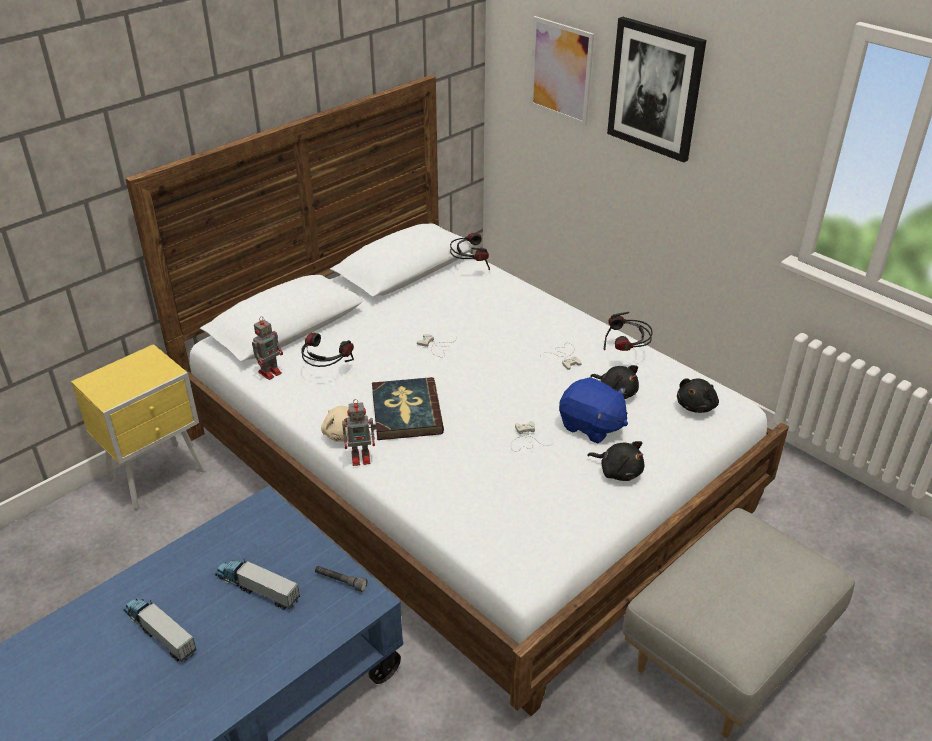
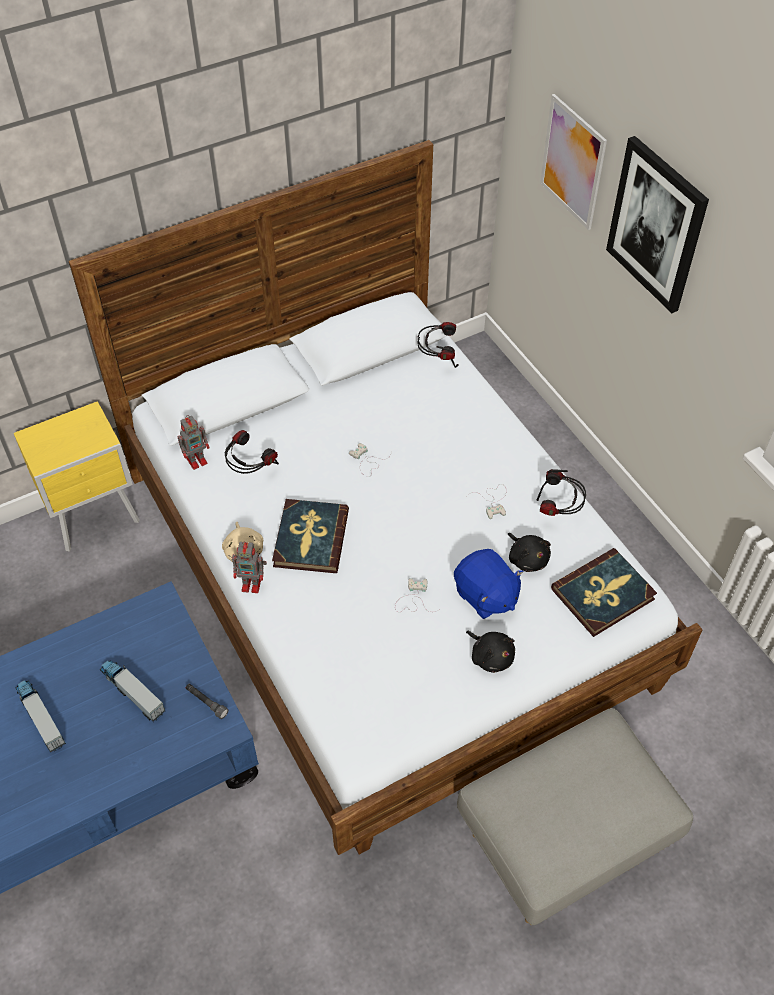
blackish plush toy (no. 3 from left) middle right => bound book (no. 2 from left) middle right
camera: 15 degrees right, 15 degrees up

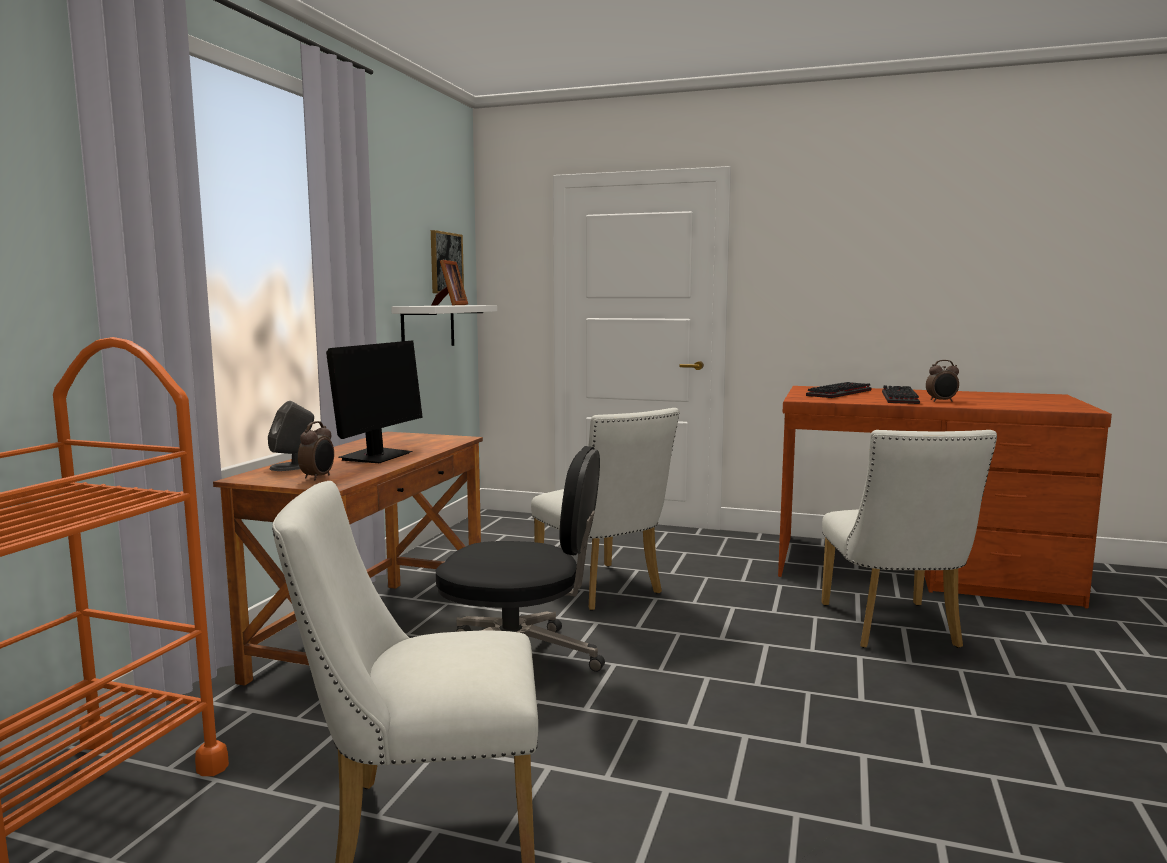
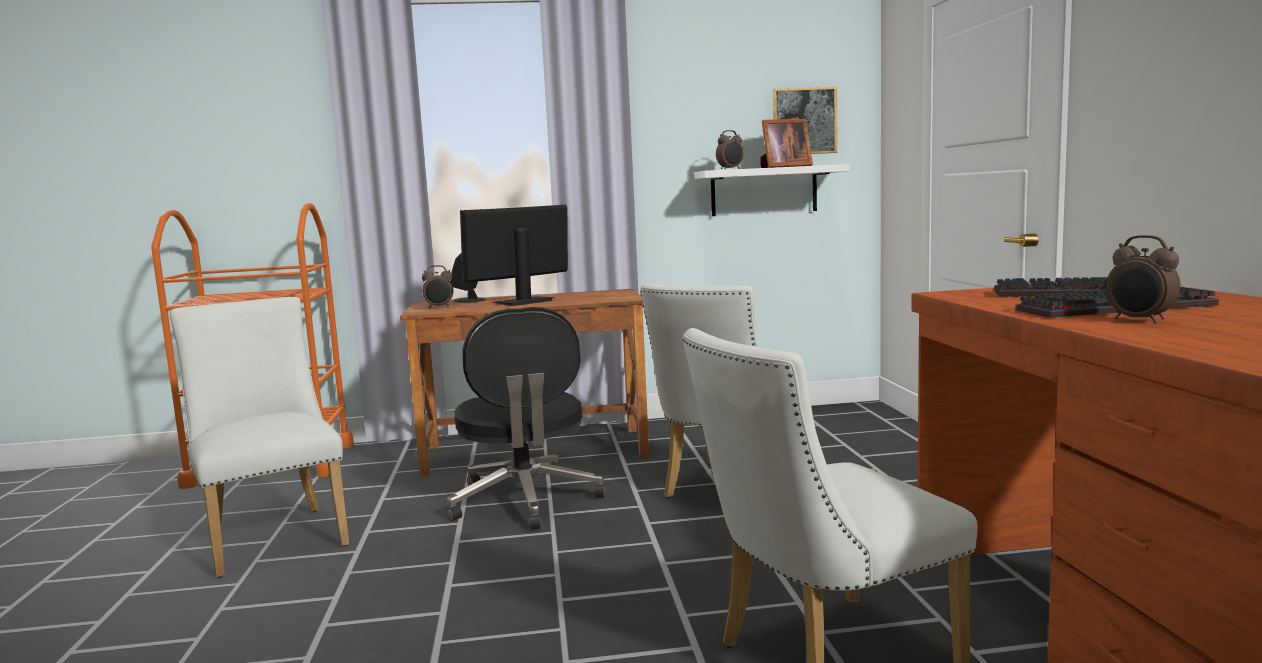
nothing => alarm clock (no. 2 from left) top centre
computer display middle left => computer display centre, 150 degrees clockwise
camera: 65 degrees right, 0 degrees up

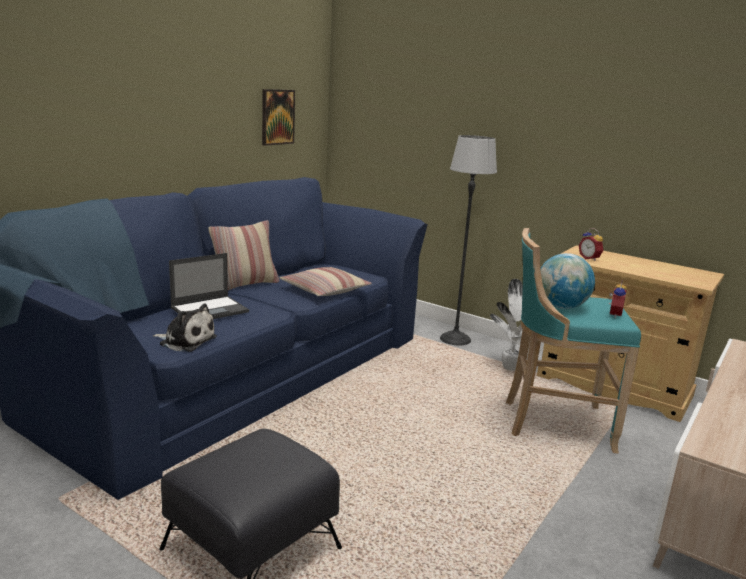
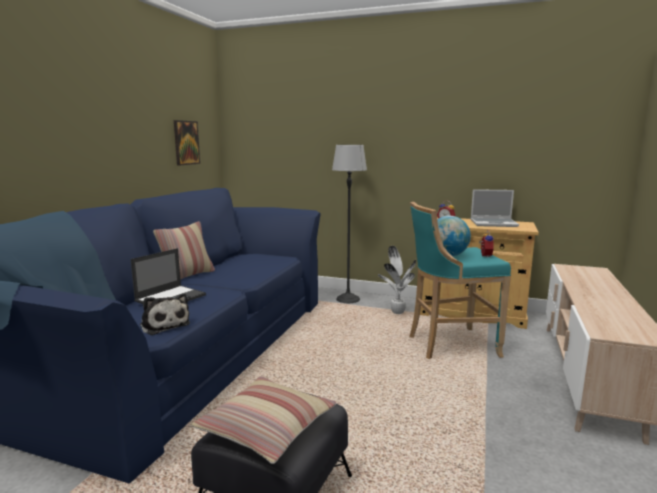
nothing => notebook computer (no. 2 from left) middle right
cushion (no. 2 from left) centre => cushion (no. 2 from left) bottom centre, shifted
plush toy middle left, 45 degrees clockwise
camera: 15 degrees left, 5 degrees down

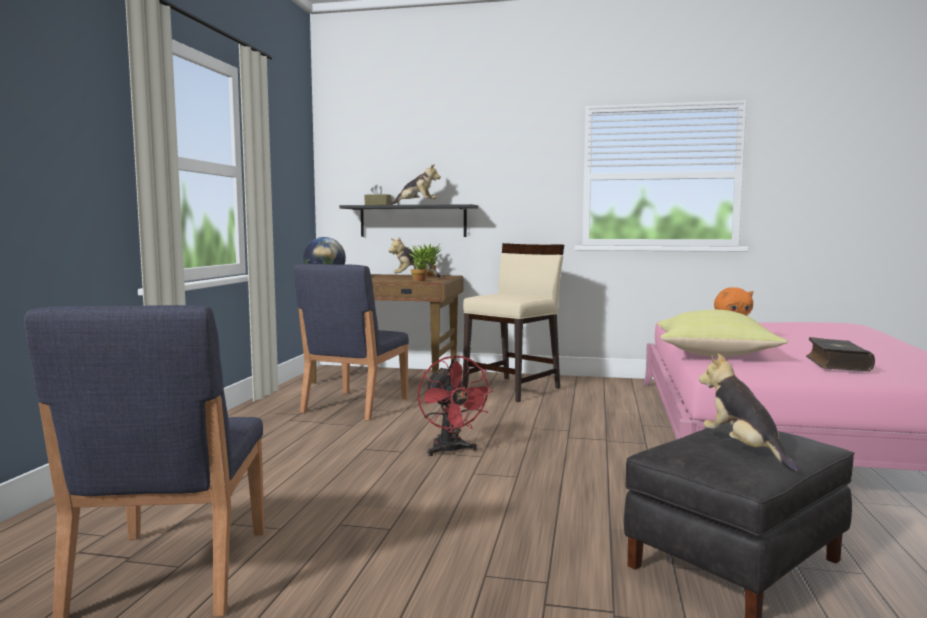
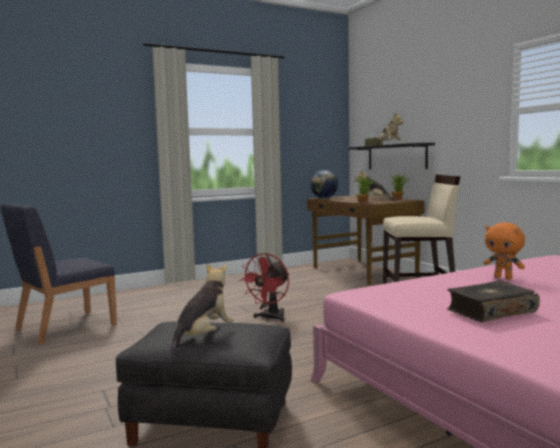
blue-coloured plain chair (no. 2 from left) centre => nothing
yellowish cushion middle right => nothing
camera: 50 degrees right, 0 degrees up

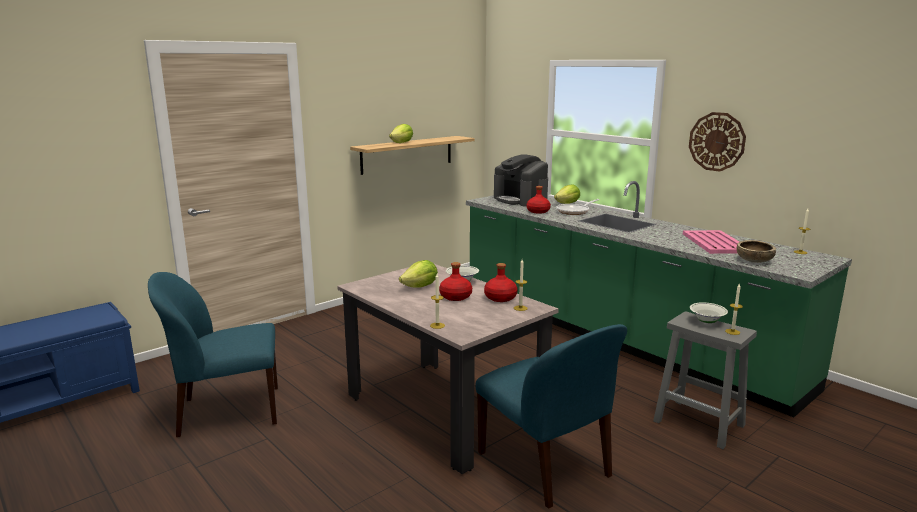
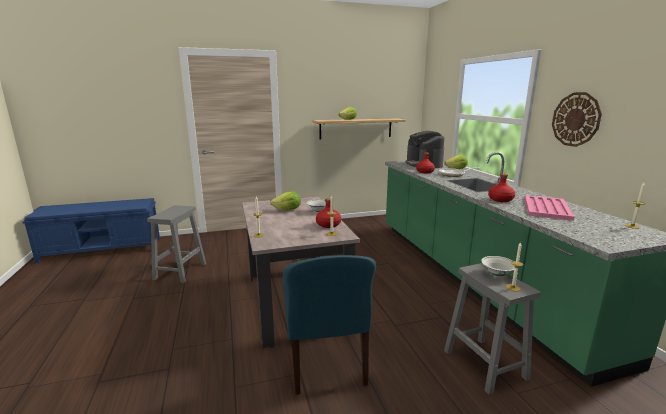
brown-coloured serving bowl middle right => nothing
red-coloured beverage bottle (no. 1 from left in the first image) centre => red-coloured beverage bottle (no. 3 from left) middle right, shifted
blue-coloured plain chair (no. 1 from left) bottom left => grey stool (no. 1 from left) middle left
camera: 25 degrees right, 0 degrees up

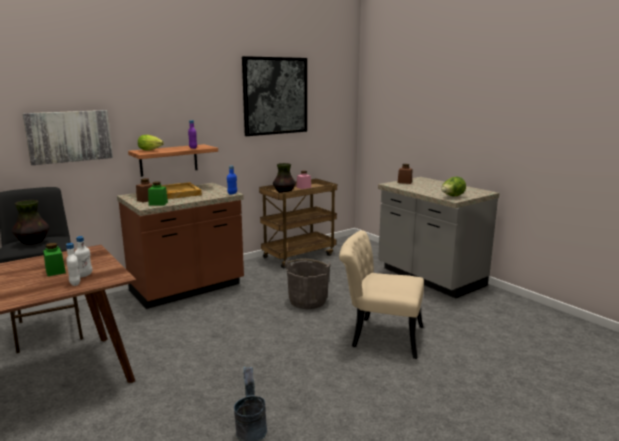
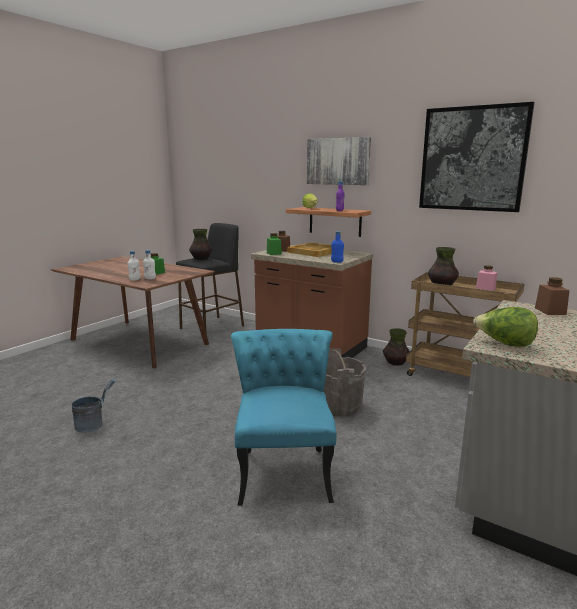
nothing => flower vase (no. 2 from left) middle right
picture (no. 1 from left) top left => picture (no. 1 from left) top centre, shifted
beige plain chair bottom centre => blue-green plain chair bottom centre
camera: 70 degrees right, 0 degrees up

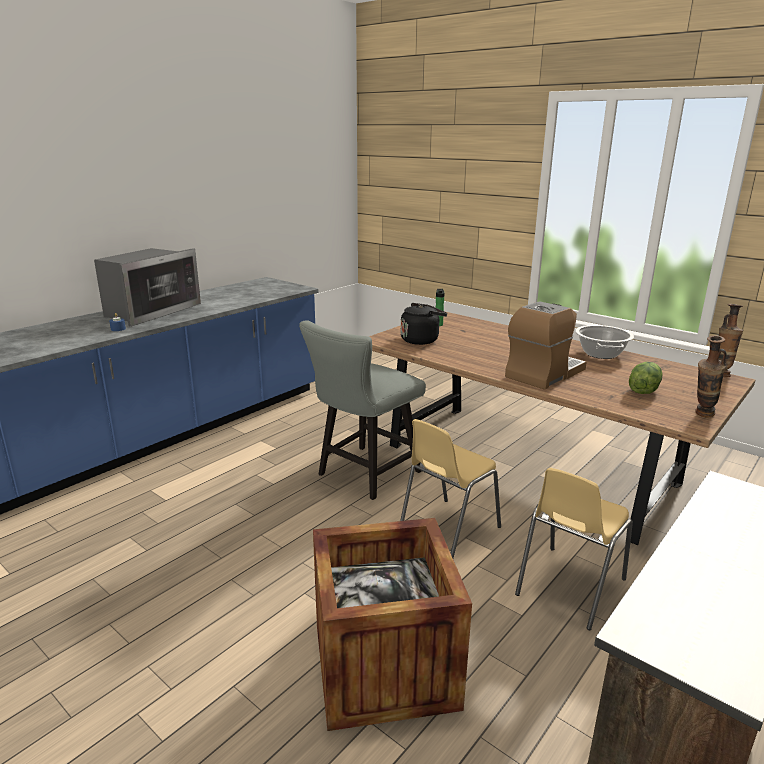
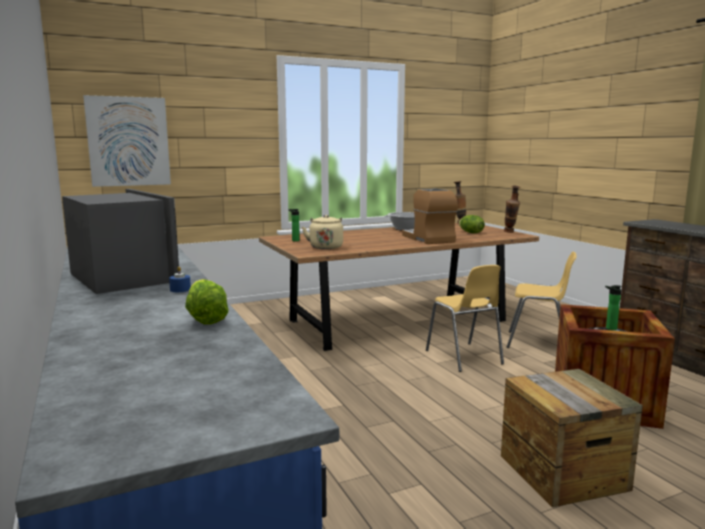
grey plain chair centre => nothing
nothing => picture top left
nothing => lettuce head (no. 1 from left) middle left
nothing => shipping crate (no. 1 from left) bottom right
nothing => beverage bottle (no. 2 from left) middle right
blackish tea kettle centre => beige tea kettle centre
yellowish plain chair (no. 2 from left) bottom right => yellowish plain chair (no. 2 from left) middle right, 45 degrees counterclockwise
camera: 65 degrees left, 10 degrees down

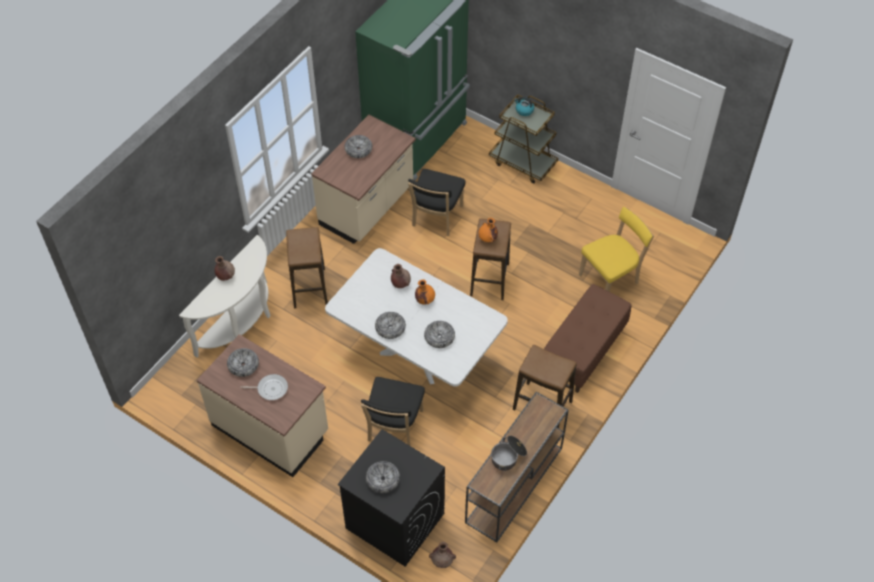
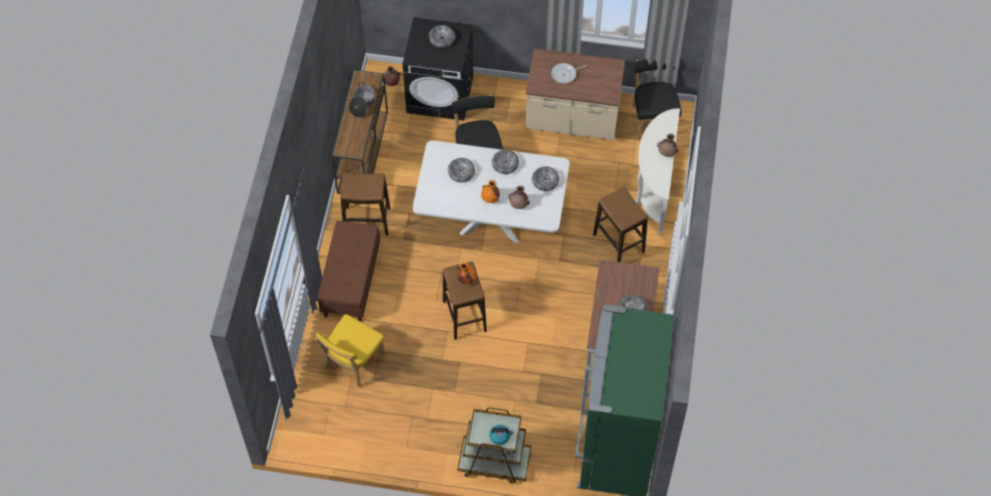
serving bowl (no. 1 from left in the first image) middle left => serving bowl (no. 4 from left) centre, shifted
blackish plain chair (no. 2 from left) centre => blackish plain chair (no. 2 from left) top centre, shifted
camera: 155 degrees right, 5 degrees up

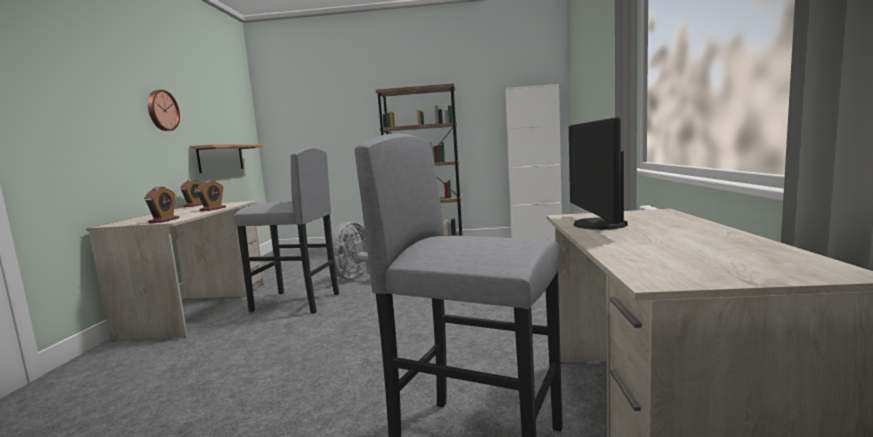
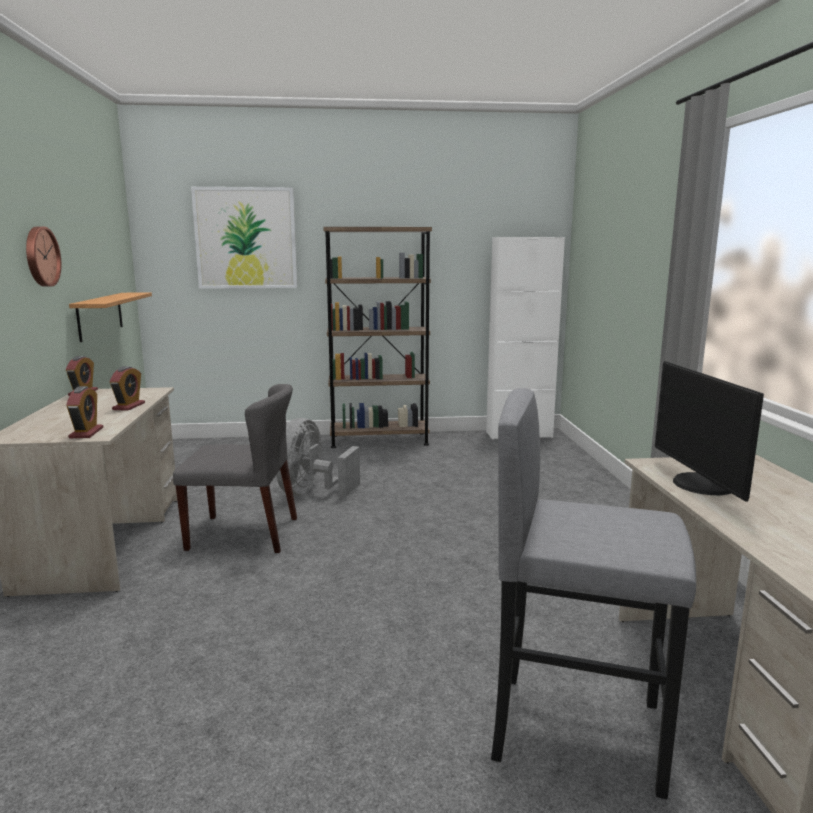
nothing => picture top left
grey stool (no. 1 from left) middle left => grey plain chair middle left
camera: 10 degrees left, 5 degrees up

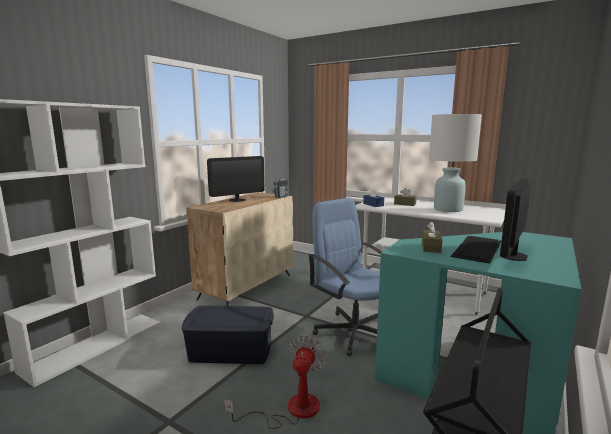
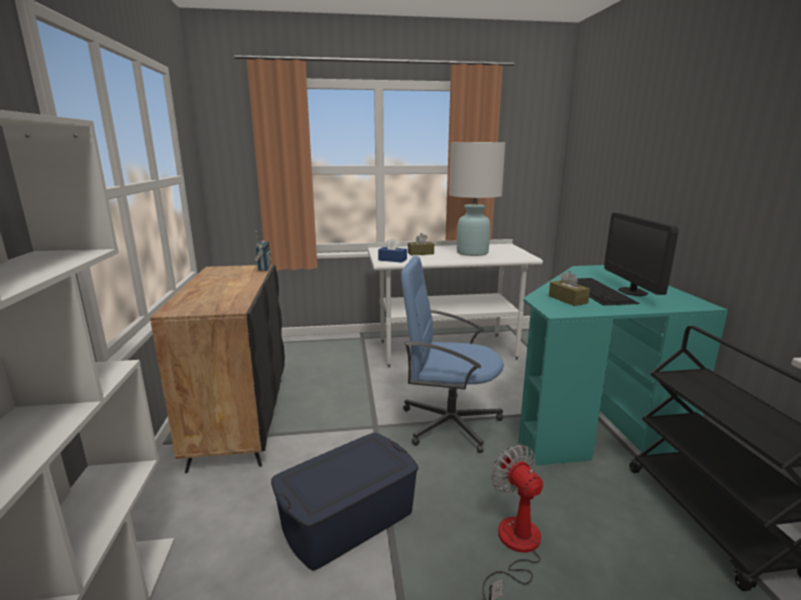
computer display (no. 1 from left) centre => nothing
beige cupboard centre => blackish cupboard middle left
camera: 40 degrees left, 5 degrees up

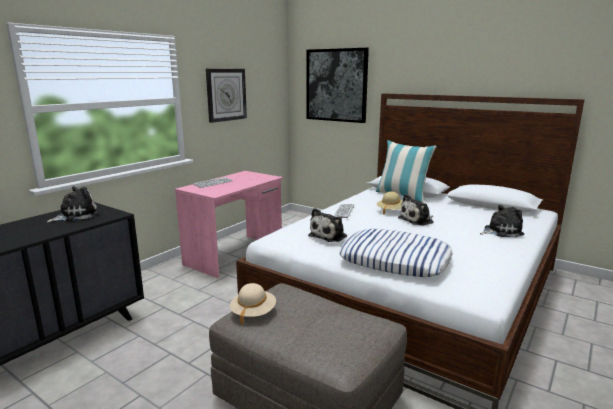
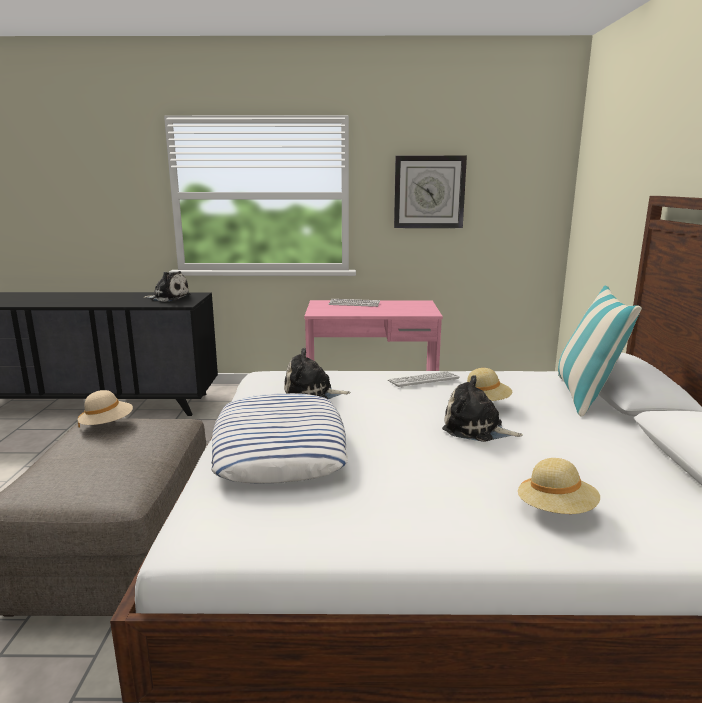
picture top centre => nothing
plush toy (no. 4 from left) middle right => beige wearable hat (no. 3 from left) bottom right
camera: 55 degrees right, 0 degrees up

